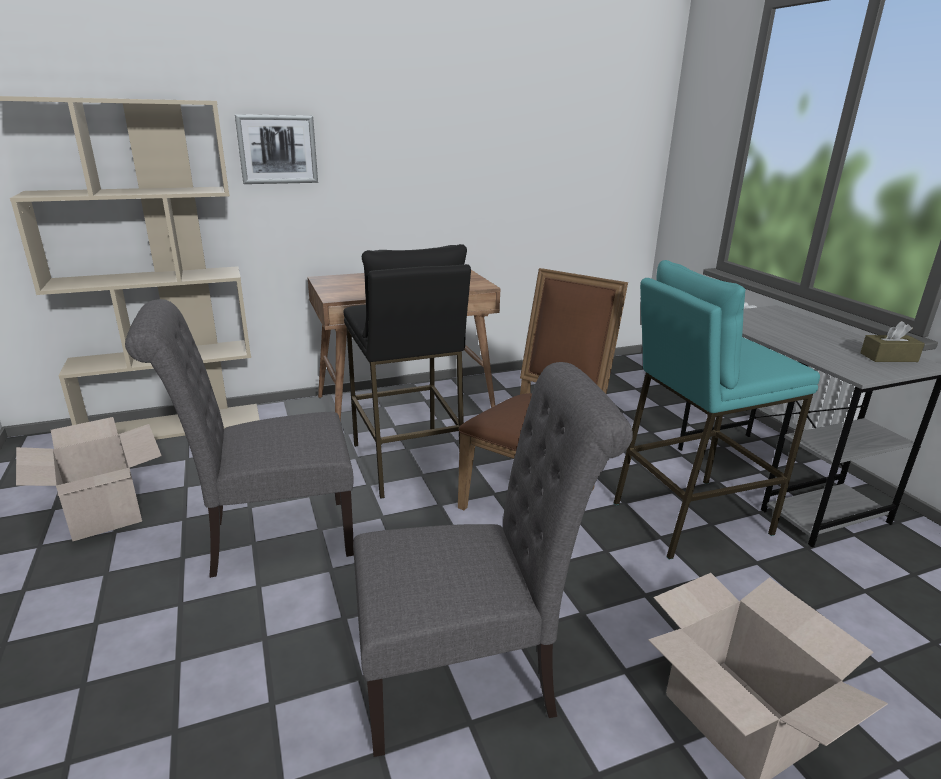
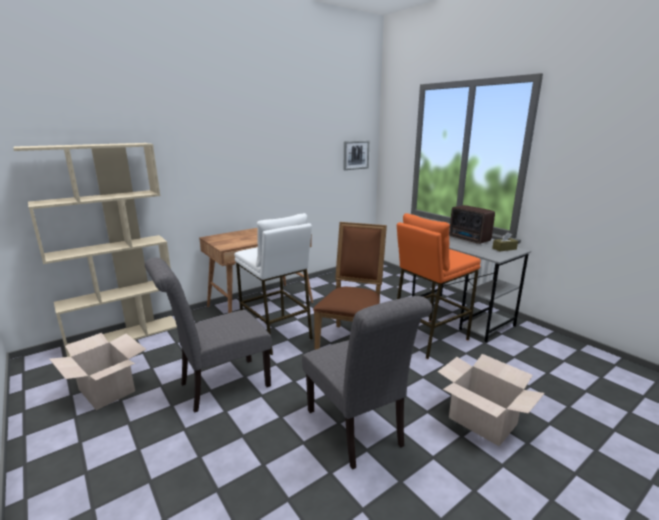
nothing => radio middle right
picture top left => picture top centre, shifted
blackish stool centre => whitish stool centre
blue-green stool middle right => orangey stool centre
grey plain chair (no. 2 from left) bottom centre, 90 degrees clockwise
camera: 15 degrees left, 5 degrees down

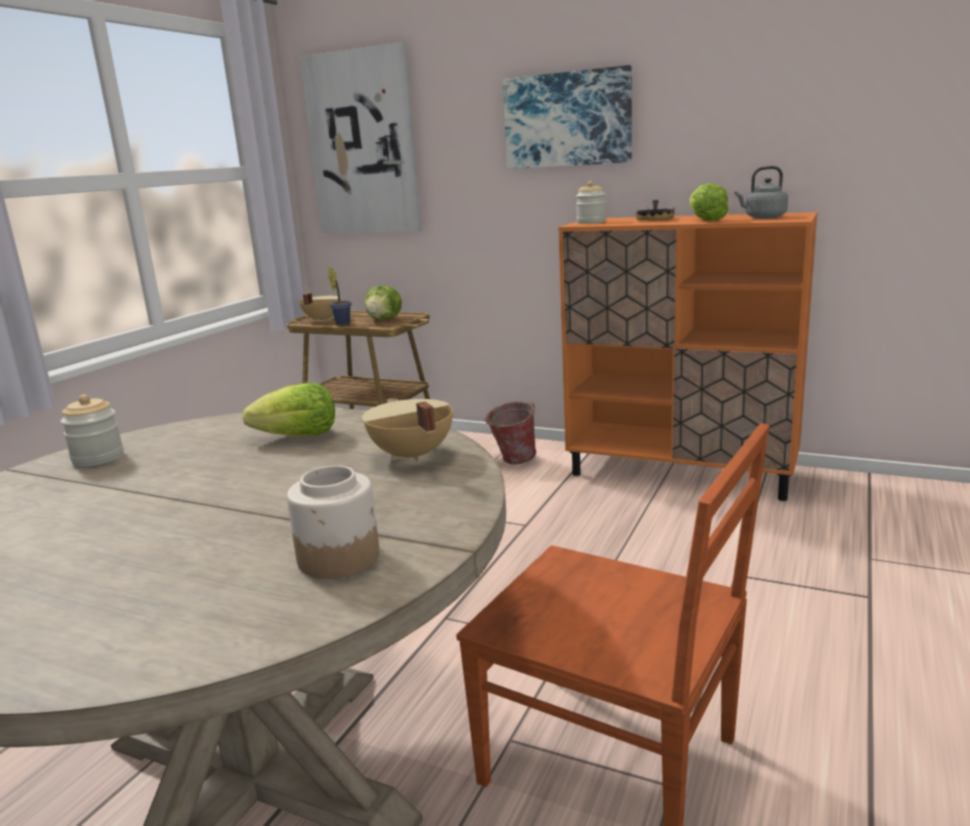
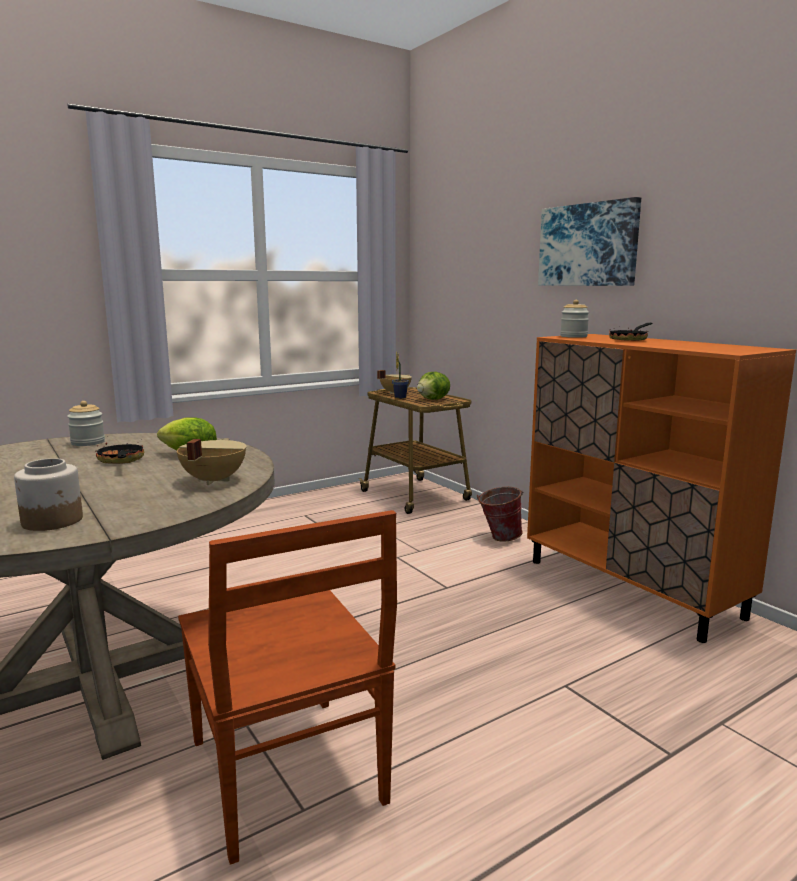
picture (no. 1 from left) top centre => nothing
lettuce head (no. 3 from left) top right => nothing
grey tea kettle top right => nothing
nothing => pan (no. 1 from left) middle left
camera: 30 degrees right, 5 degrees down

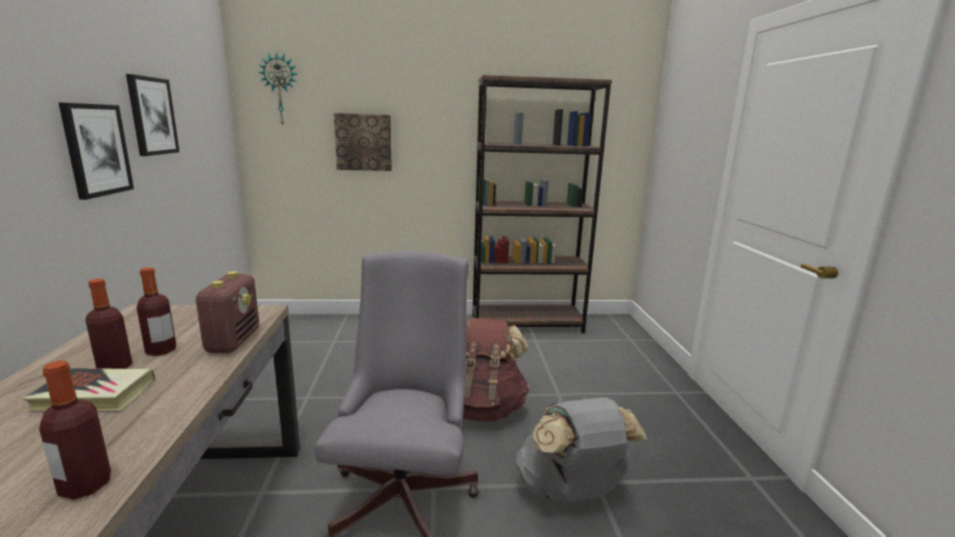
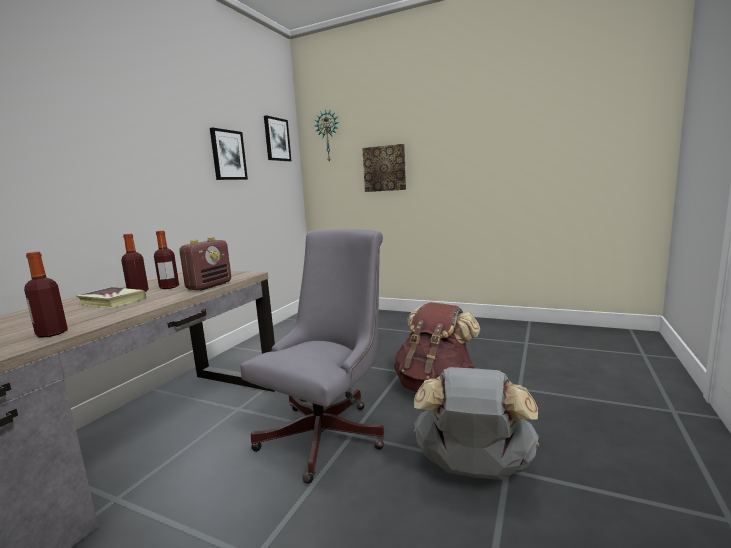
brown-coloured bookshelf centre => nothing
picture (no. 1 from left in the first image) top left => picture (no. 2 from left) top centre, shifted
camera: 30 degrees right, 5 degrees down

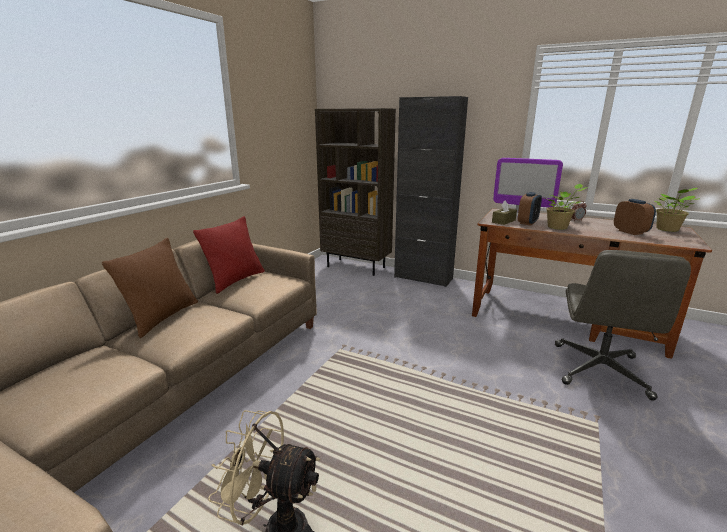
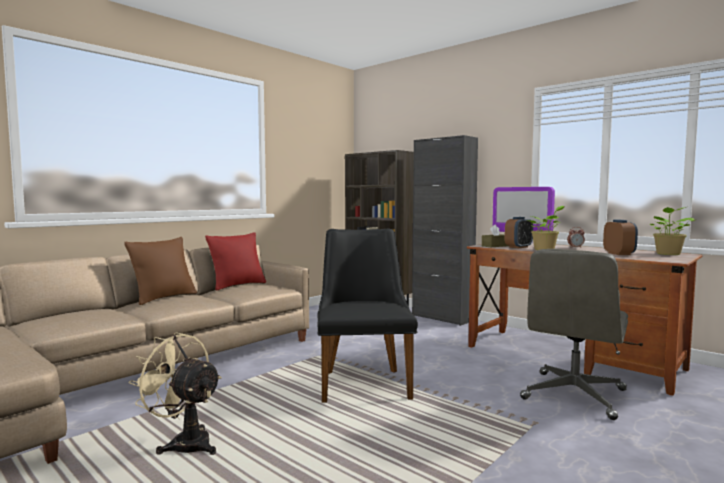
nothing => blackish plain chair centre
camera: 15 degrees right, 15 degrees down

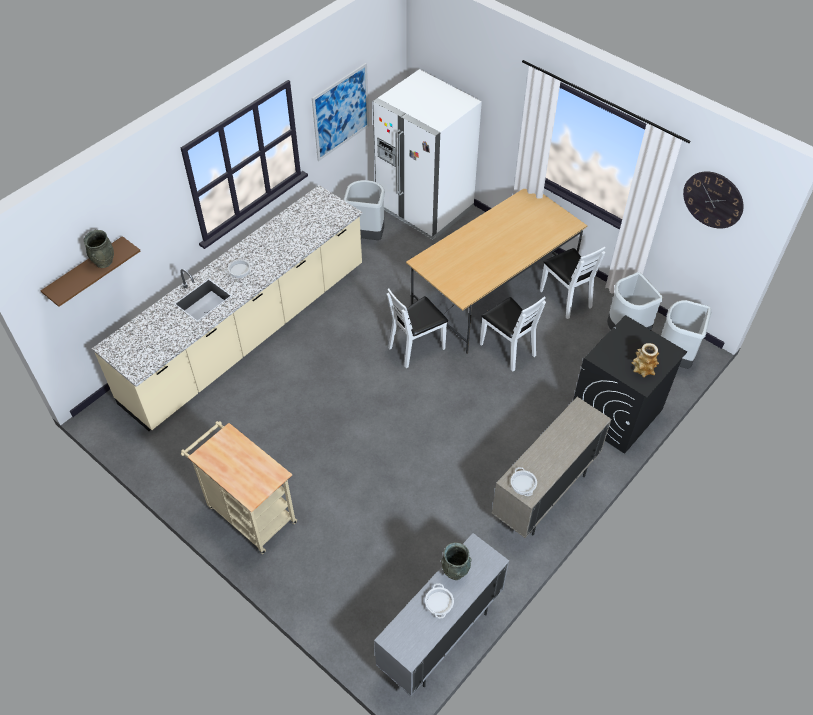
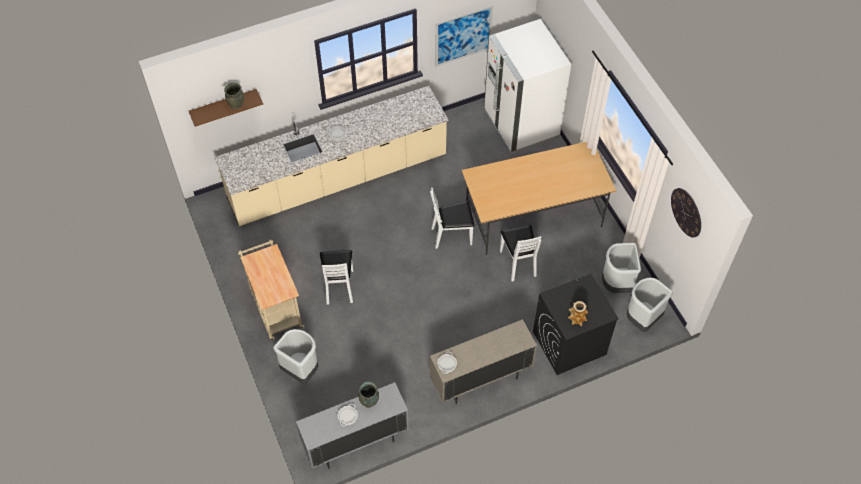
grey rubbish bin (no. 1 from left) top centre => grey rubbish bin (no. 1 from left) bottom centre, shifted
whitish plain chair (no. 3 from left in the first image) middle right => whitish plain chair (no. 1 from left) centre, shifted
camera: 25 degrees right, 5 degrees up

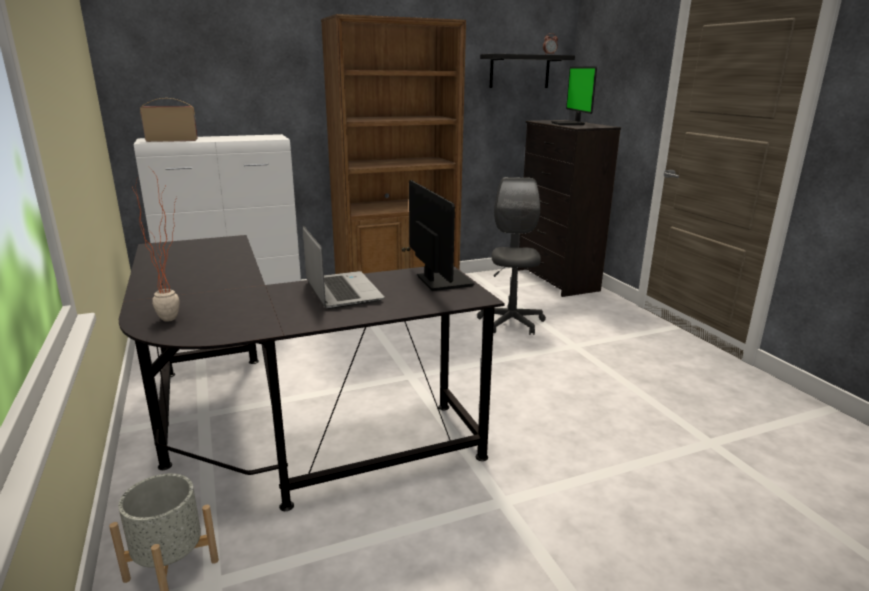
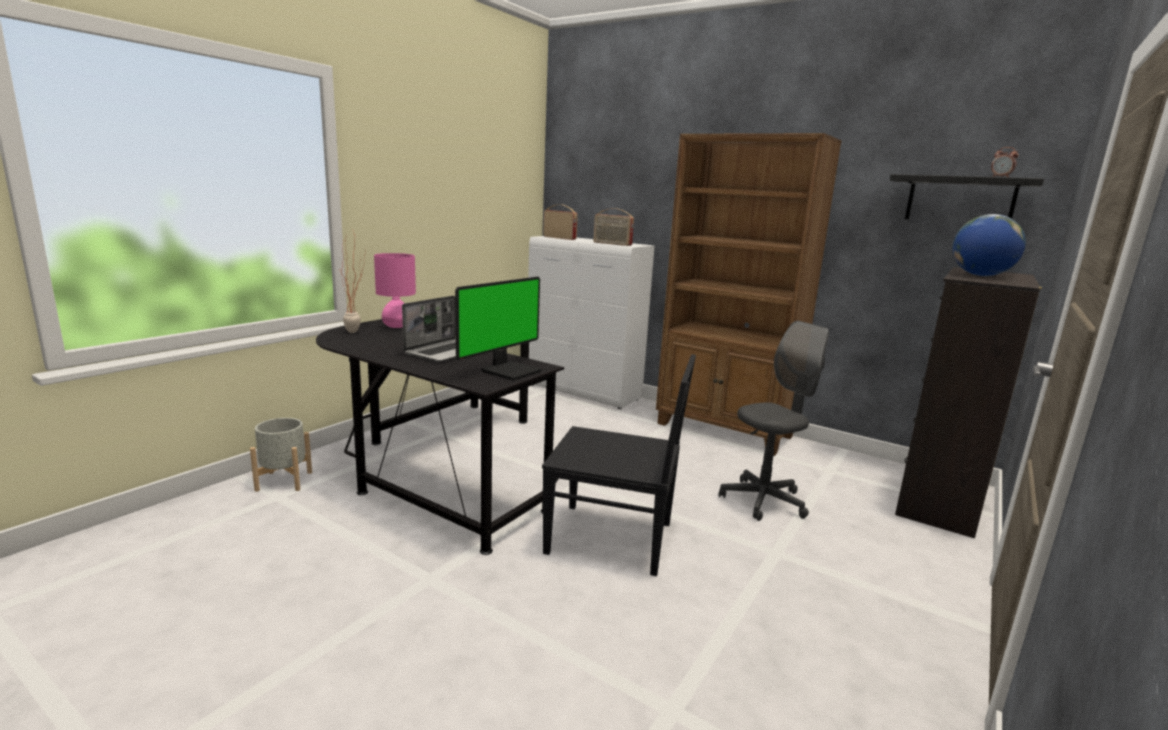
nothing => pink-coloured tabletop lamp centre
nothing => blackish plain chair centre
nothing => radio (no. 2 from left) top centre
computer display (no. 2 from left) top centre => desk globe middle right
camera: 55 degrees right, 5 degrees down

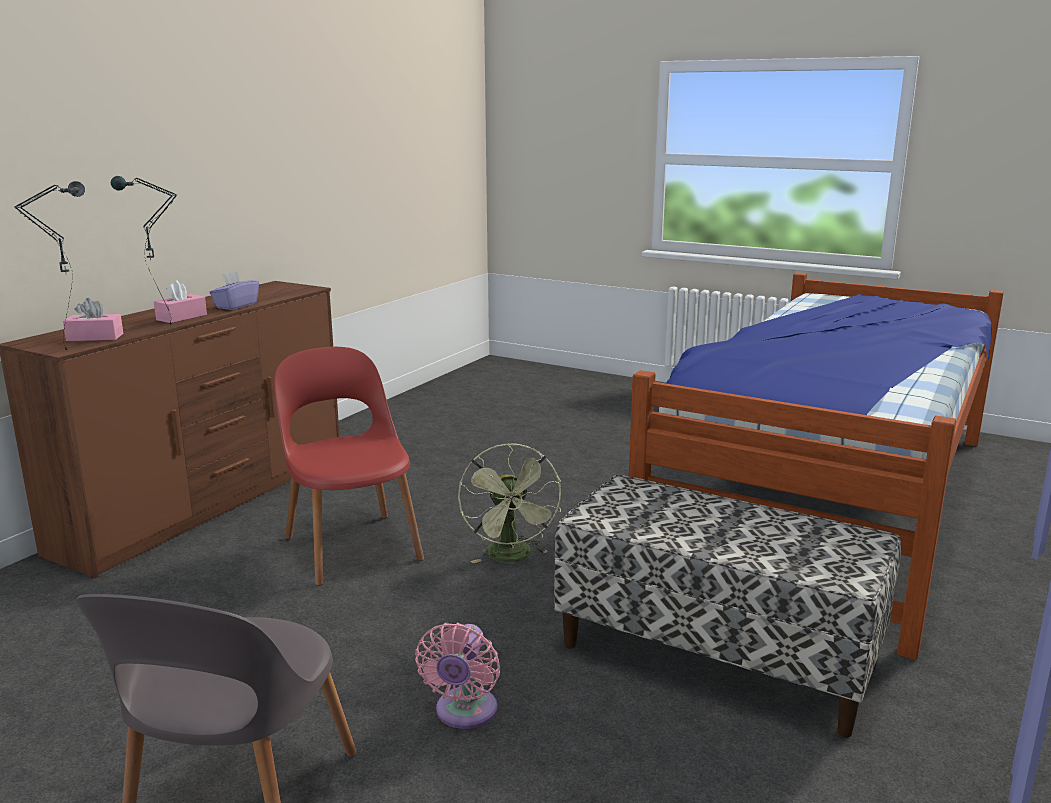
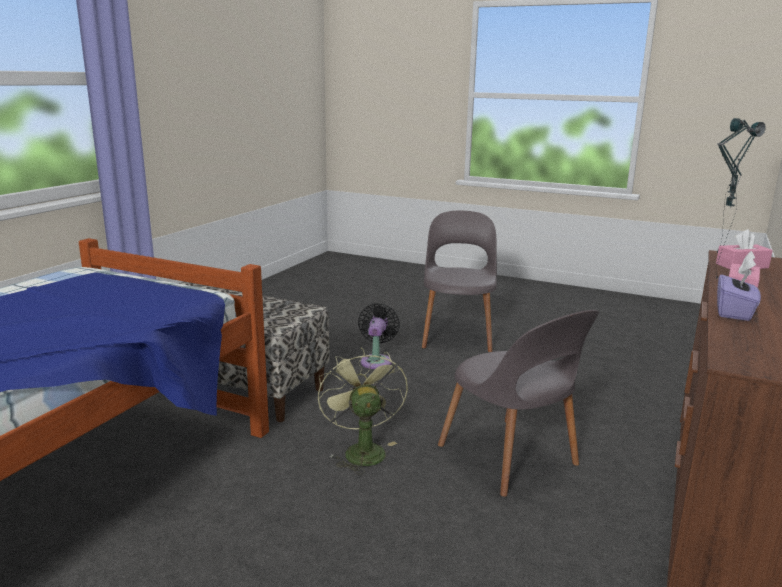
red-coloured plain chair middle left => grey plain chair (no. 2 from left) bottom centre
pink-coloured cooling fan bottom centre => blackish cooling fan centre
camera: 175 degrees right, 0 degrees up

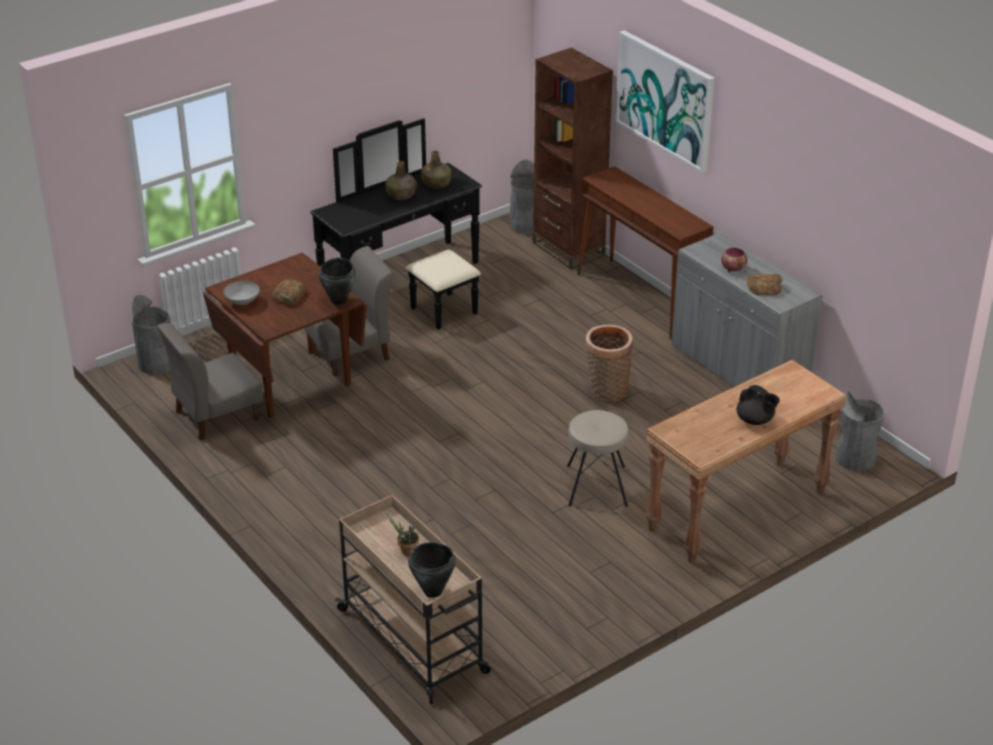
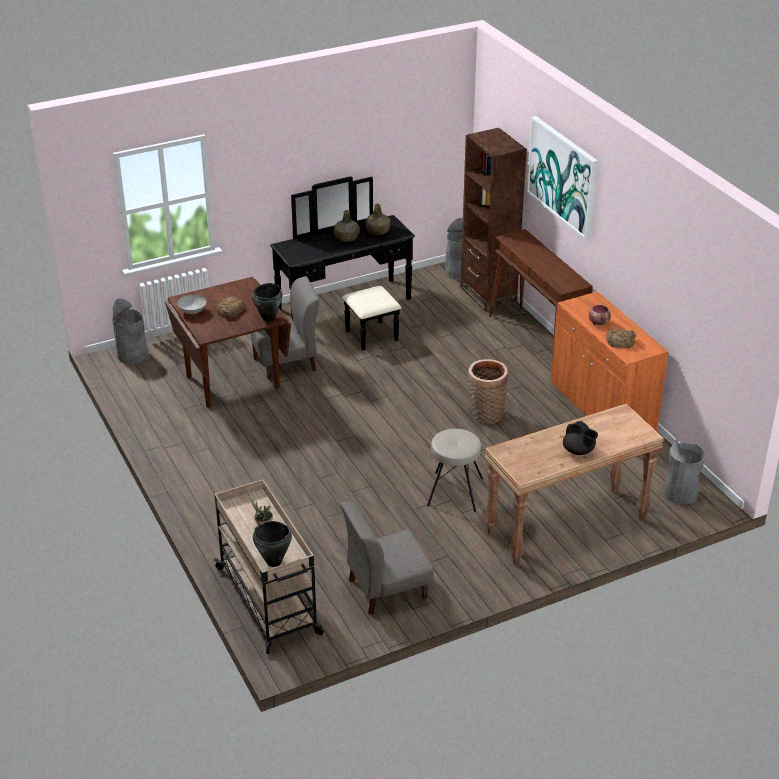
grey plain chair (no. 1 from left in the first image) middle left => grey plain chair (no. 2 from left) bottom centre, shifted
grey cupboard middle right => orangey cupboard middle right
camera: 10 degrees right, 0 degrees up

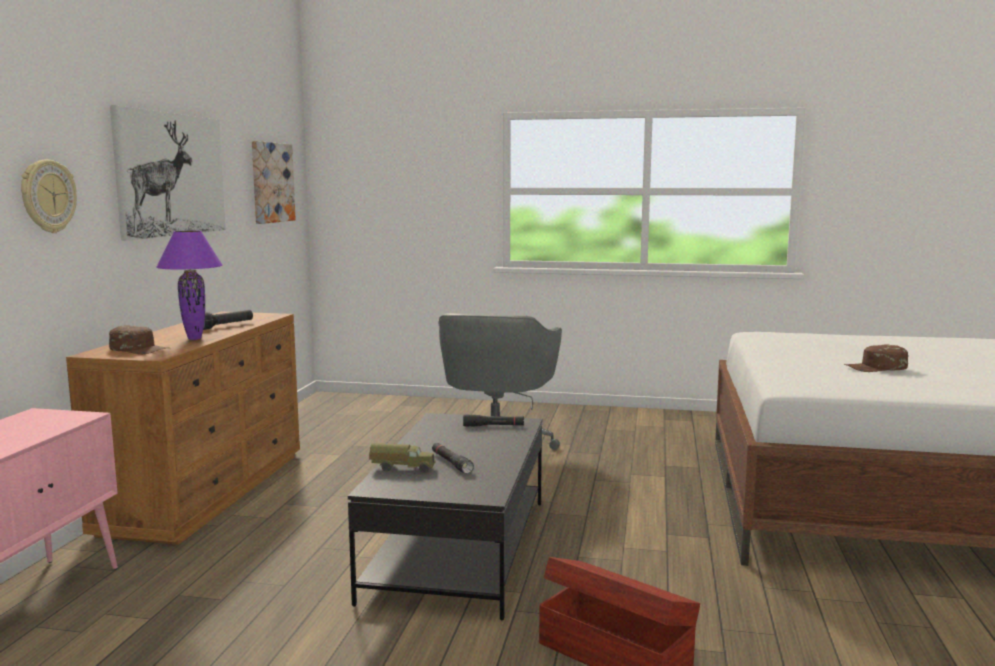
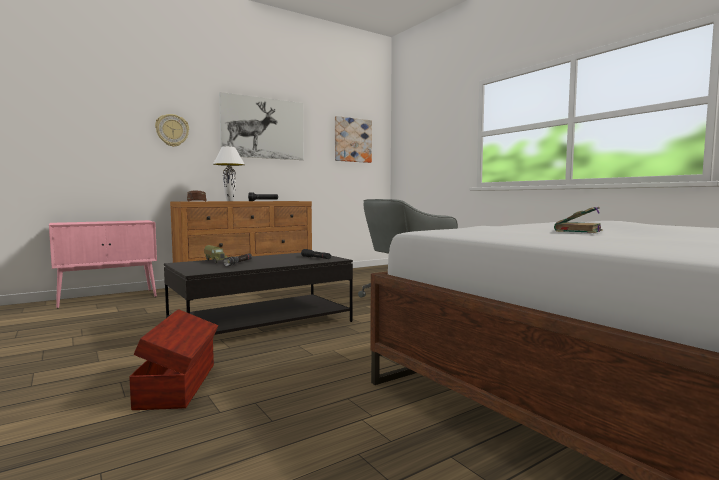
brown-coloured peaked cap (no. 2 from left) middle right => bound book middle right
purple tabletop lamp middle left => whitish tabletop lamp middle left
camera: 45 degrees right, 5 degrees down

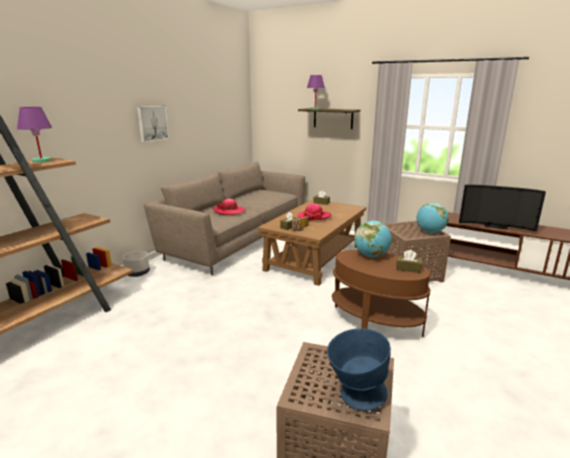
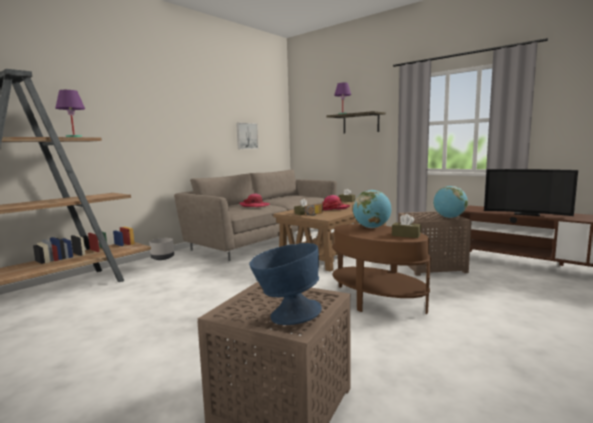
picture top left => picture top centre, shifted
camera: 10 degrees right, 10 degrees down

